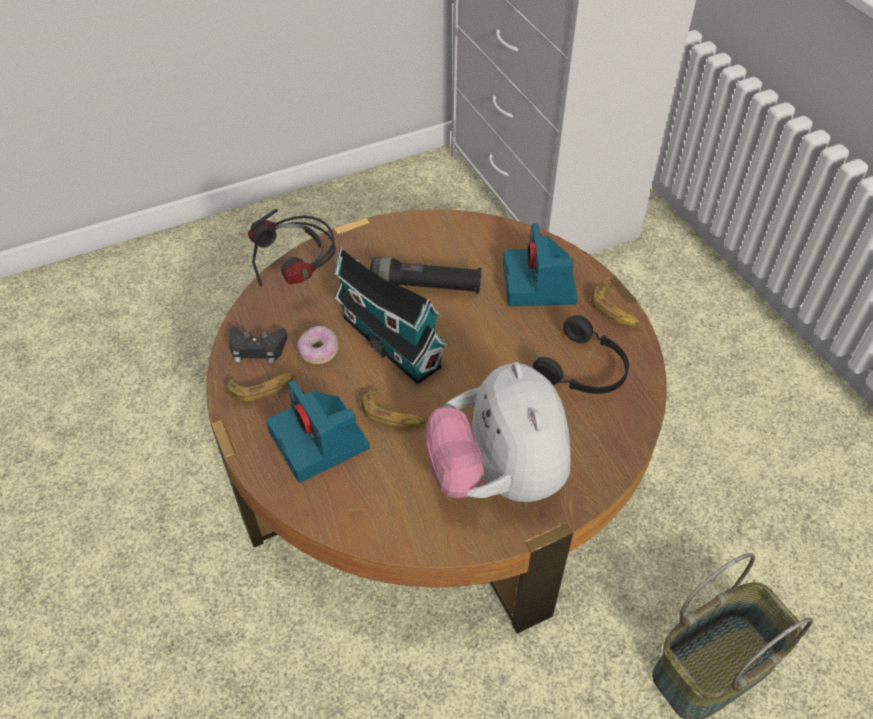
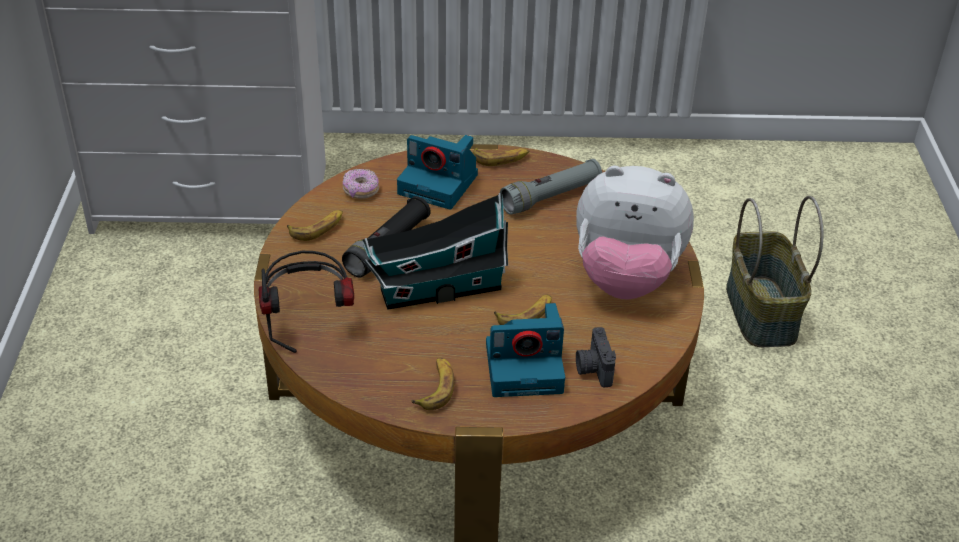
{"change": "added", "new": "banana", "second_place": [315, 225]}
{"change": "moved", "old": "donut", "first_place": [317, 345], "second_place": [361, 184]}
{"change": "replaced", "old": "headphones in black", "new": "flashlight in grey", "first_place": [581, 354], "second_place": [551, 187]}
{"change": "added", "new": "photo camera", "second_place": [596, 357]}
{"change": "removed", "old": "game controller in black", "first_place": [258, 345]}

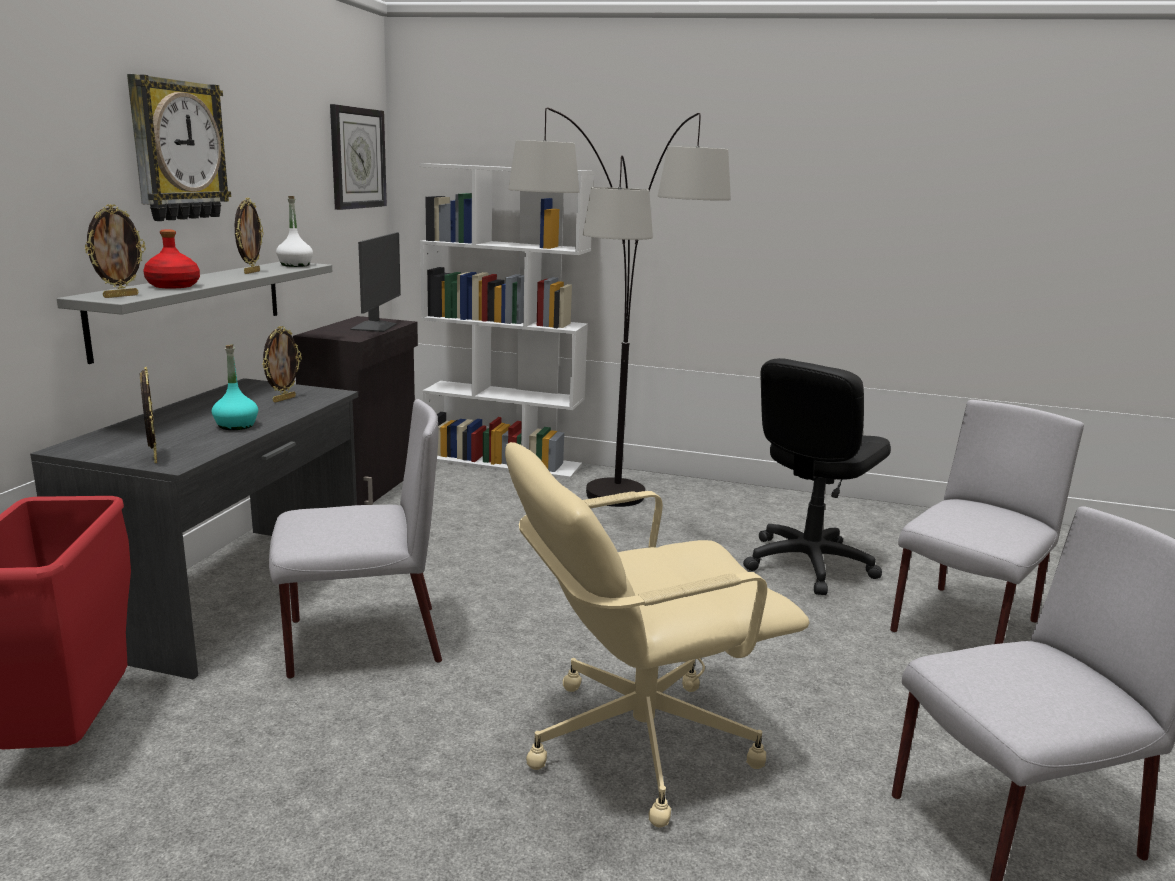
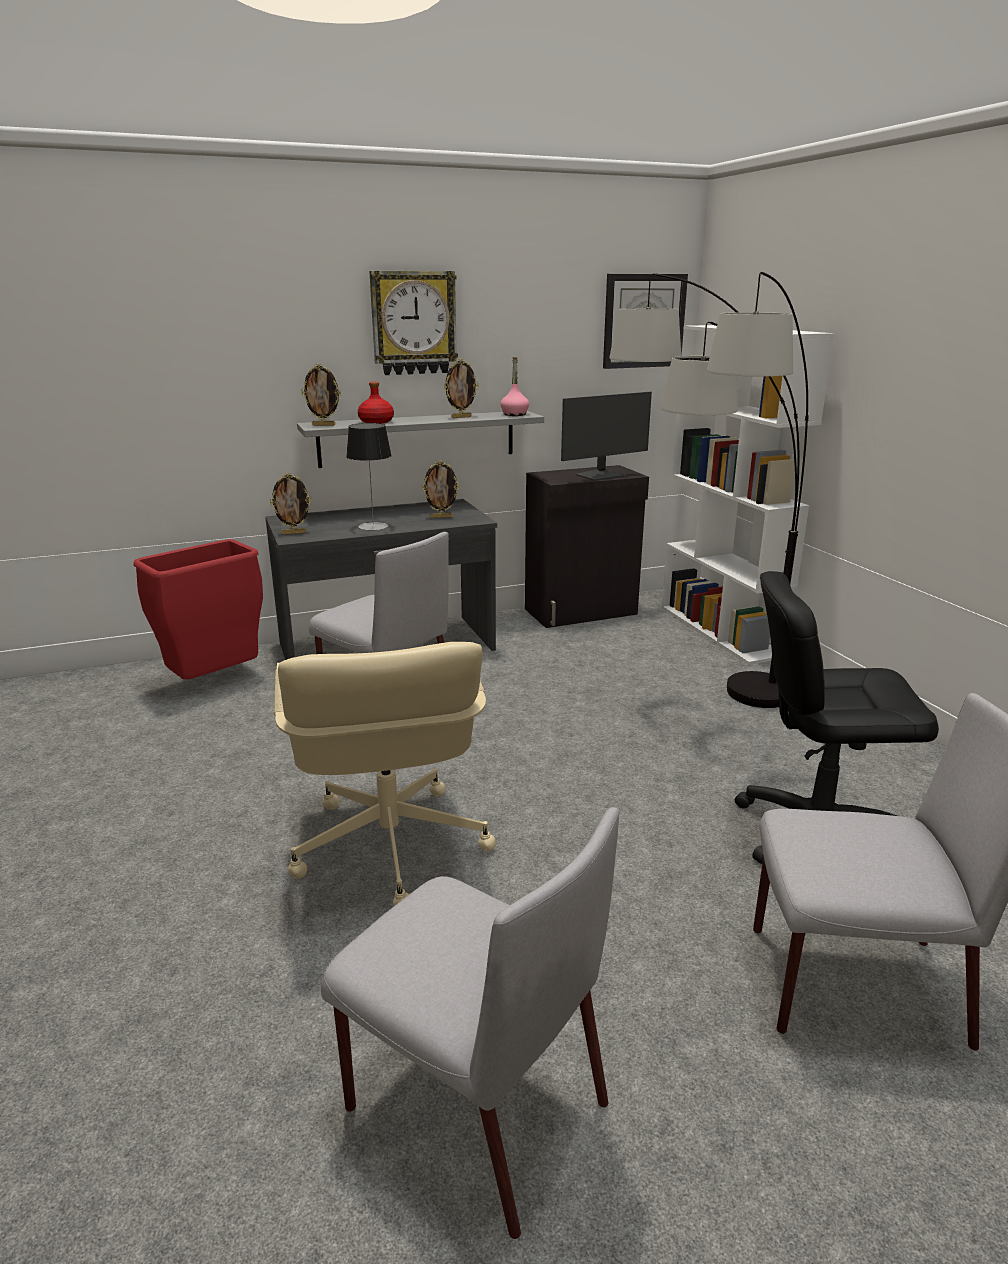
{"change": "turned", "old": "picture frame", "first_place": [148, 414], "second_place": [291, 504], "degrees": 45}
{"change": "turned", "old": "office chair in beige", "first_place": [657, 634], "second_place": [385, 774], "degrees": -135}
{"change": "replaced", "old": "bottle in turquoise", "new": "table lamp", "first_place": [235, 387], "second_place": [369, 476]}
{"change": "recoloured", "old": "bottle in white", "new": "bottle in pink", "first_place": [294, 231], "second_place": [515, 386]}

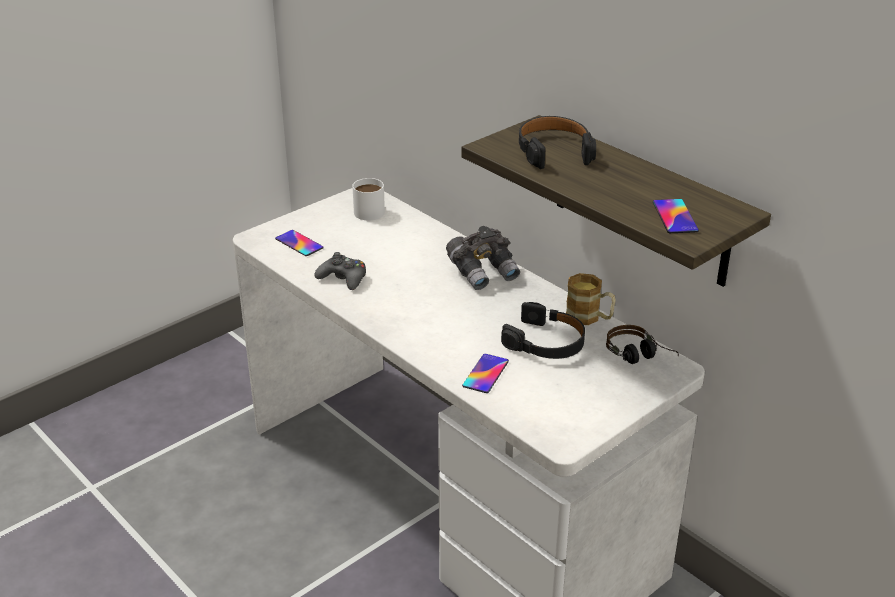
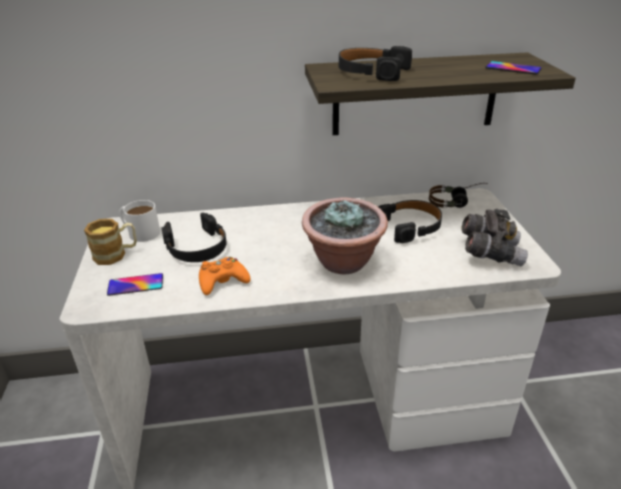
{"change": "moved", "old": "mug", "first_place": [591, 299], "second_place": [110, 242]}
{"change": "added", "new": "headphones in black", "second_place": [194, 237]}
{"change": "recoloured", "old": "game controller in black", "new": "game controller in orange", "first_place": [340, 271], "second_place": [225, 276]}
{"change": "added", "new": "potted plant", "second_place": [345, 235]}
{"change": "moved", "old": "binoculars in grey", "first_place": [483, 258], "second_place": [495, 237]}
{"change": "removed", "old": "phone", "first_place": [485, 373]}

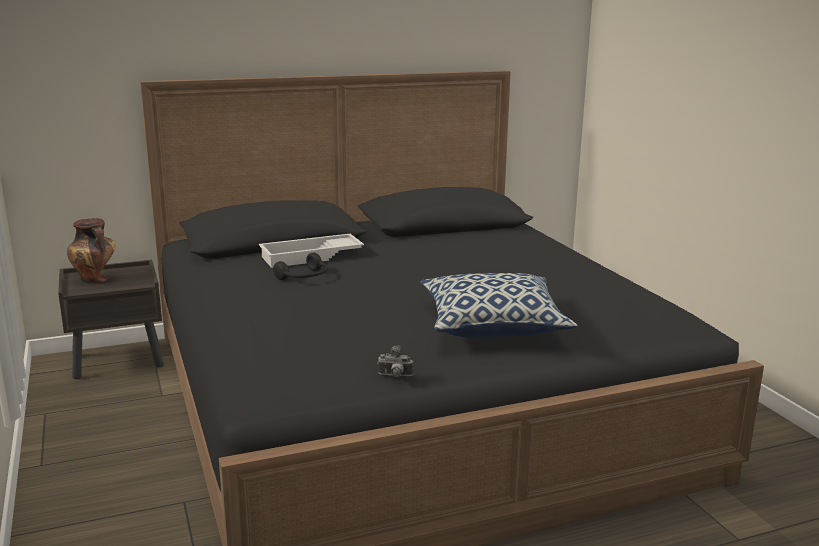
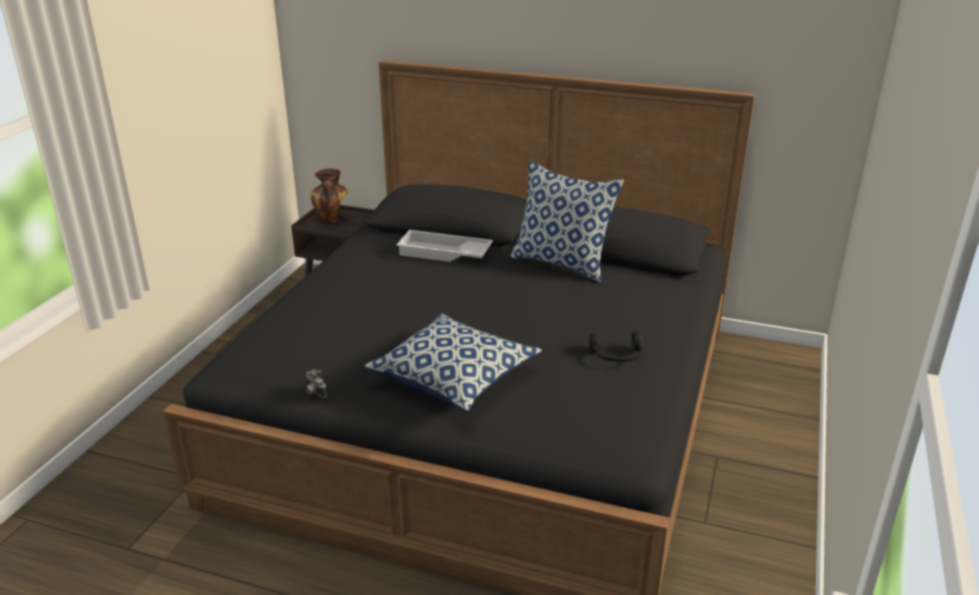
{"change": "added", "new": "pillow", "second_place": [567, 221]}
{"change": "moved", "old": "headphones in black", "first_place": [300, 266], "second_place": [616, 346]}

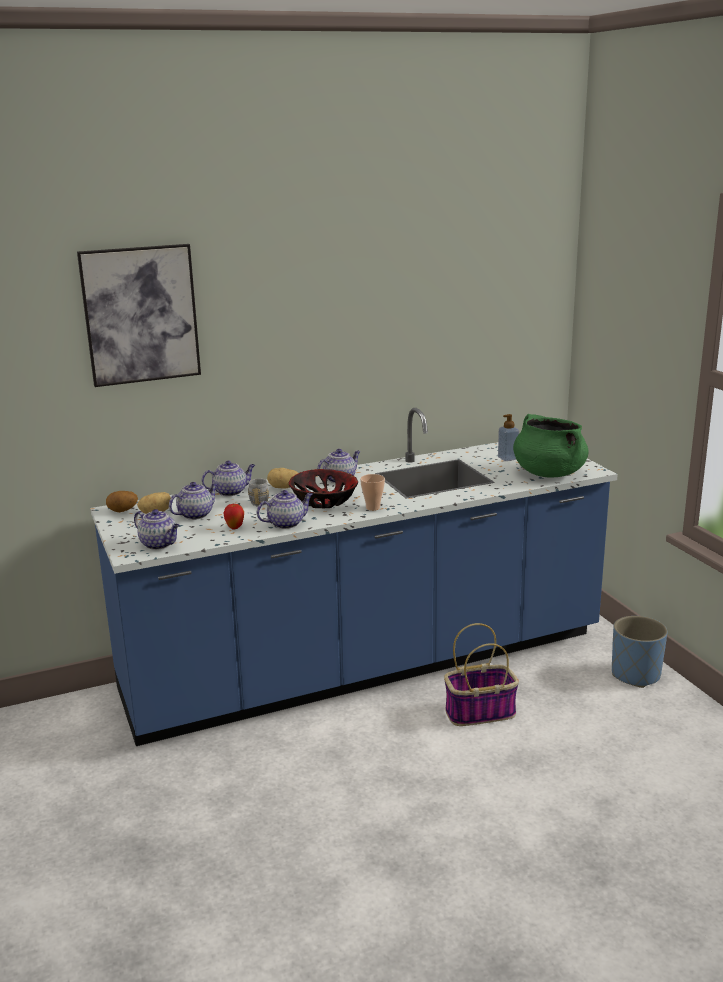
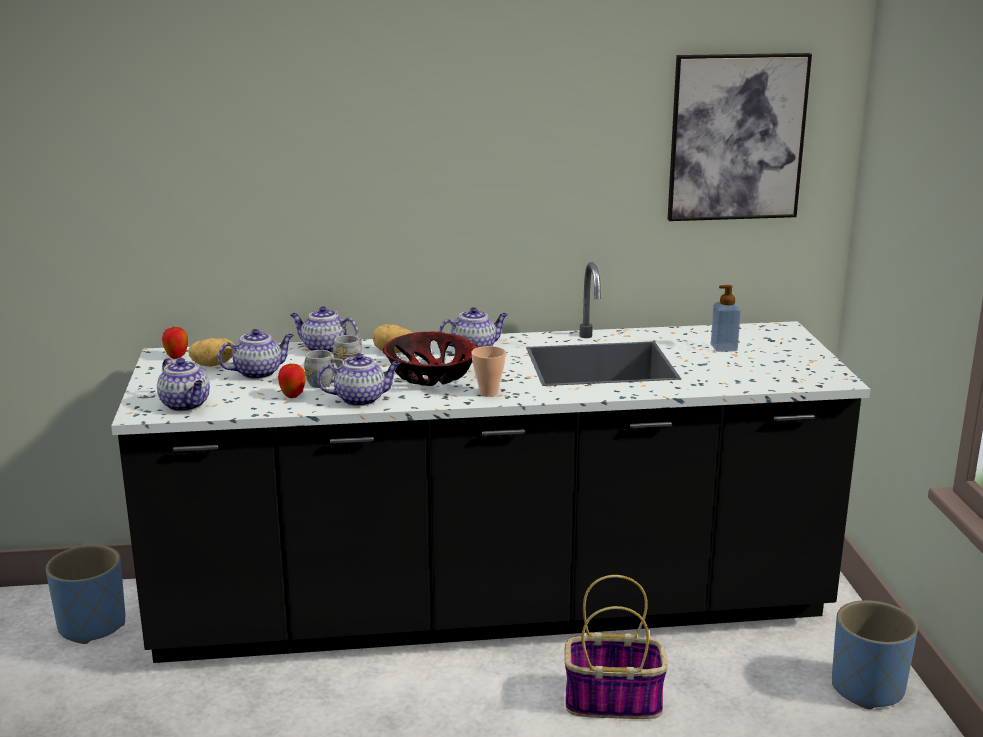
{"change": "added", "new": "planter in blue", "second_place": [85, 594]}
{"change": "recoloured", "old": "counter in blue", "new": "counter in black", "first_place": [354, 577], "second_place": [490, 462]}
{"change": "replaced", "old": "potato", "new": "apple", "first_place": [122, 501], "second_place": [175, 342]}
{"change": "turned", "old": "teapot", "first_place": [228, 478], "second_place": [324, 329], "degrees": -150}
{"change": "added", "new": "mug in grey", "second_place": [324, 369]}
{"change": "moved", "old": "picture", "first_place": [139, 315], "second_place": [740, 137]}
{"change": "removed", "old": "cooking pot in green", "first_place": [551, 446]}

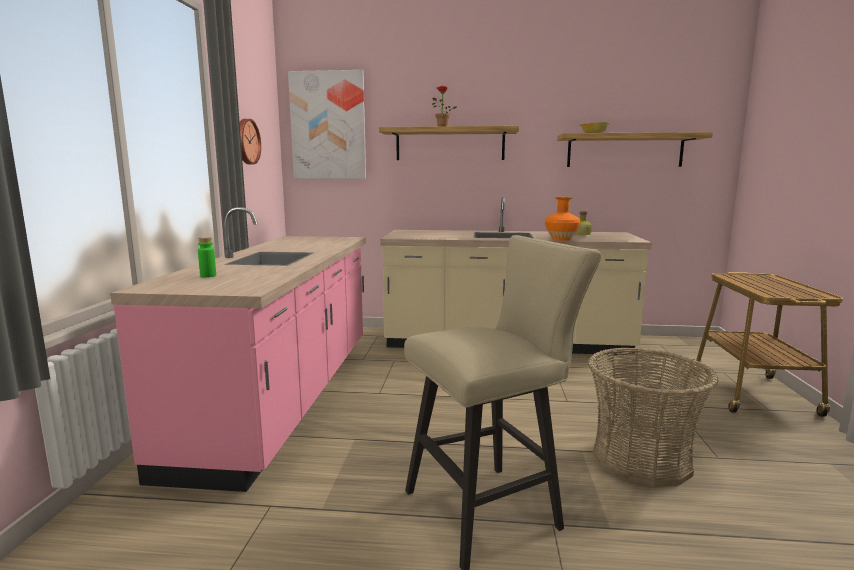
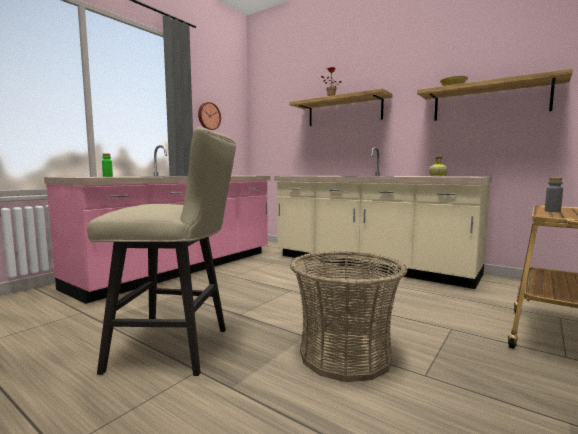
{"change": "added", "new": "bottle in grey", "second_place": [554, 195]}
{"change": "removed", "old": "picture", "first_place": [327, 124]}
{"change": "removed", "old": "vase in orange", "first_place": [562, 219]}

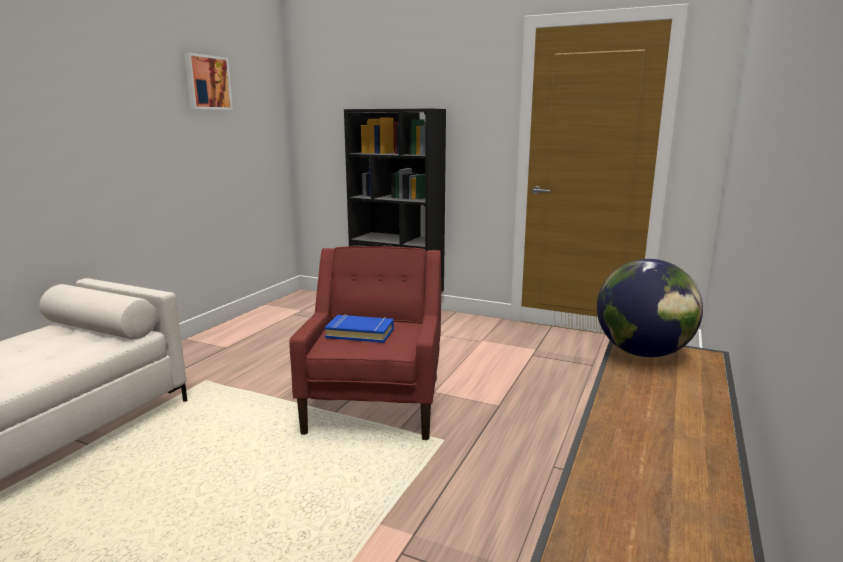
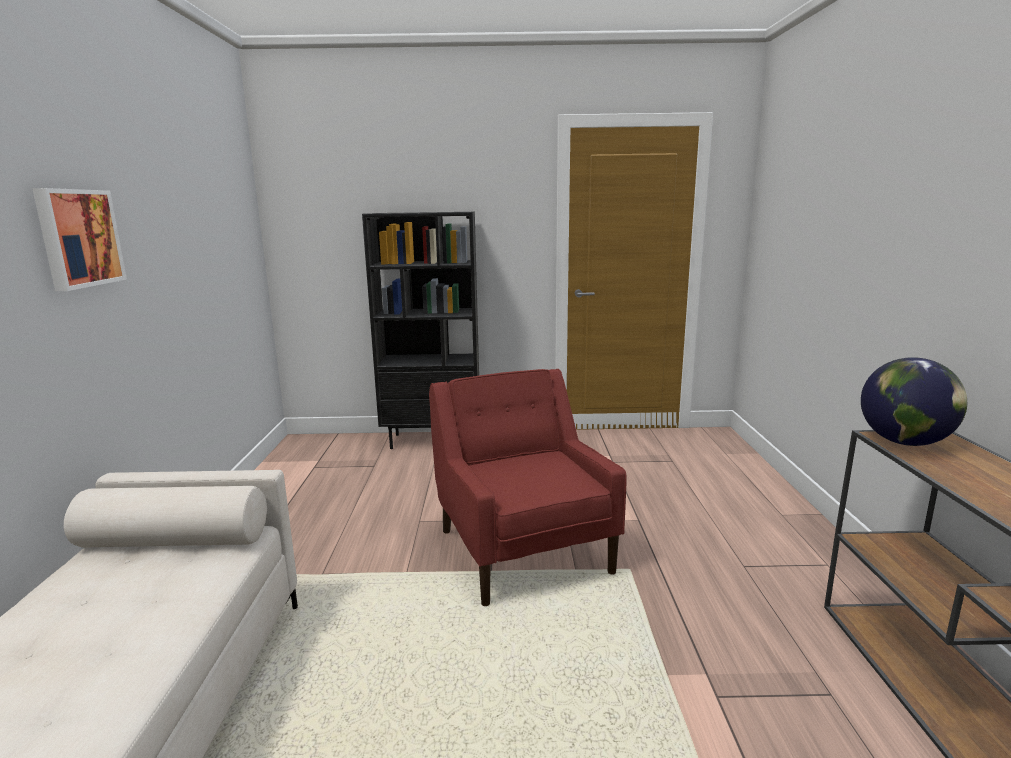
{"change": "moved", "old": "picture", "first_place": [208, 81], "second_place": [79, 239]}
{"change": "removed", "old": "book in blue", "first_place": [359, 329]}

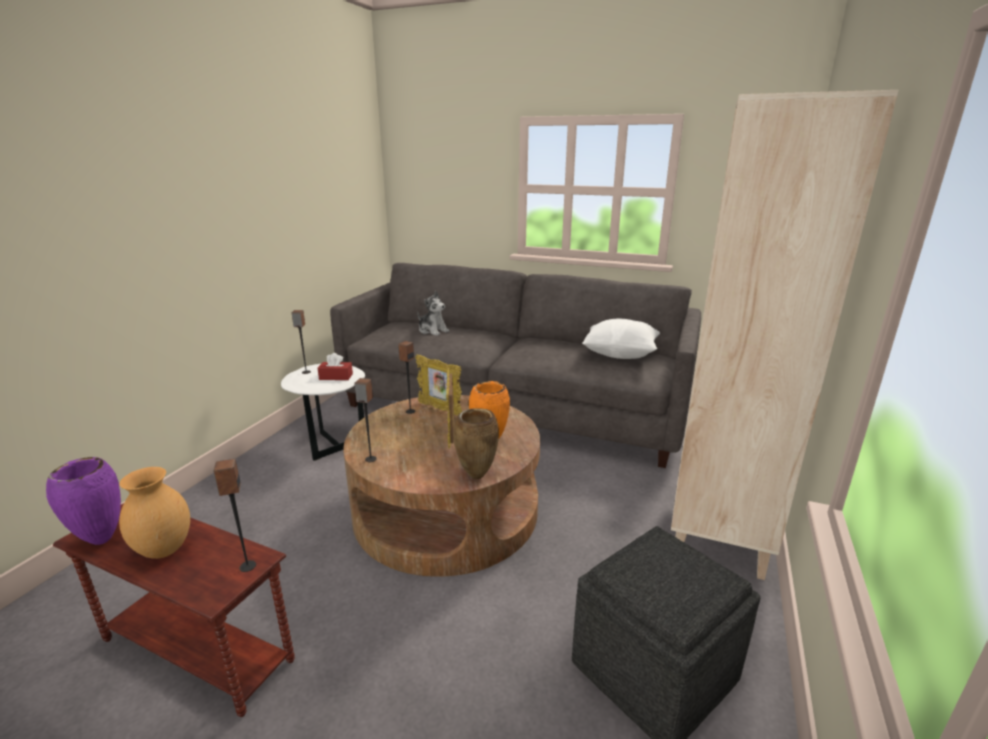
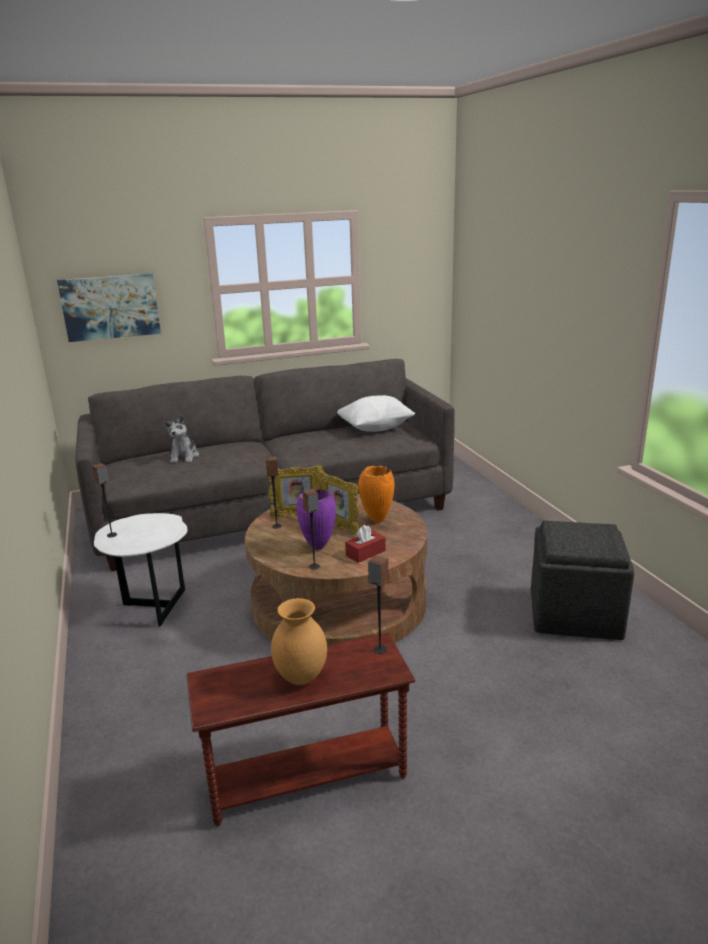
{"change": "added", "new": "picture", "second_place": [109, 308]}
{"change": "turned", "old": "plush toy", "first_place": [433, 313], "second_place": [181, 438], "degrees": 90}
{"change": "moved", "old": "vase in purple", "first_place": [83, 501], "second_place": [316, 519]}
{"change": "moved", "old": "tissue box in red", "first_place": [335, 366], "second_place": [365, 544]}
{"change": "removed", "old": "vase in brown", "first_place": [476, 443]}
{"change": "removed", "old": "bookcase in beige", "first_place": [785, 335]}

